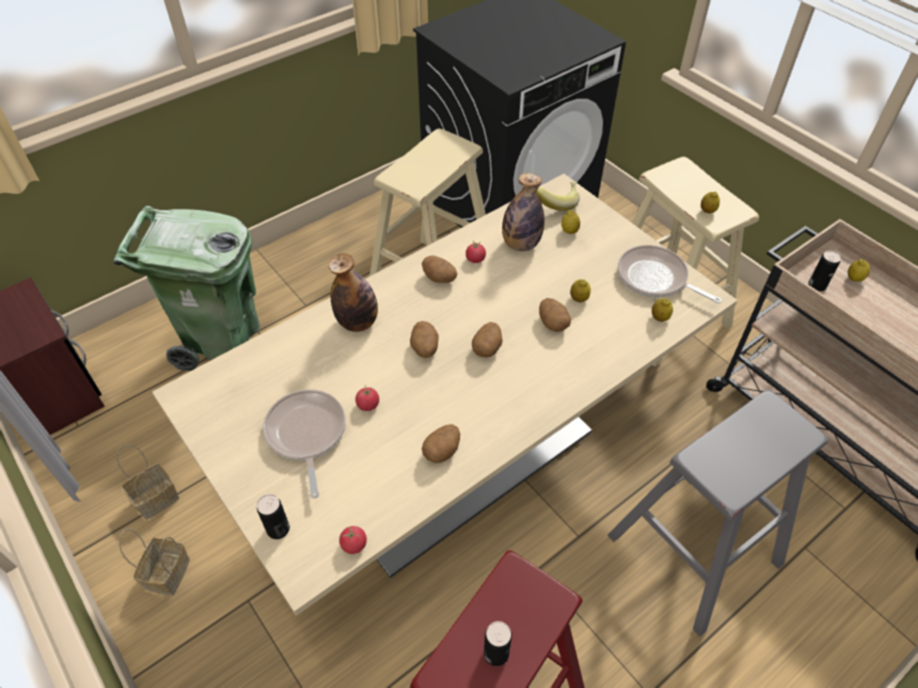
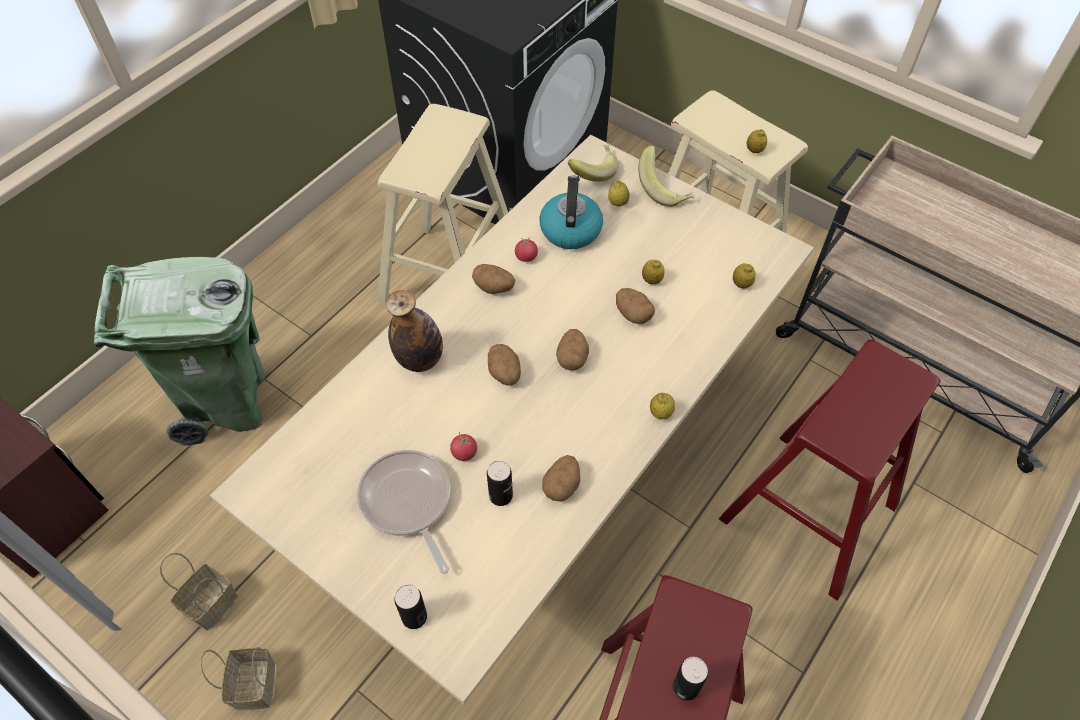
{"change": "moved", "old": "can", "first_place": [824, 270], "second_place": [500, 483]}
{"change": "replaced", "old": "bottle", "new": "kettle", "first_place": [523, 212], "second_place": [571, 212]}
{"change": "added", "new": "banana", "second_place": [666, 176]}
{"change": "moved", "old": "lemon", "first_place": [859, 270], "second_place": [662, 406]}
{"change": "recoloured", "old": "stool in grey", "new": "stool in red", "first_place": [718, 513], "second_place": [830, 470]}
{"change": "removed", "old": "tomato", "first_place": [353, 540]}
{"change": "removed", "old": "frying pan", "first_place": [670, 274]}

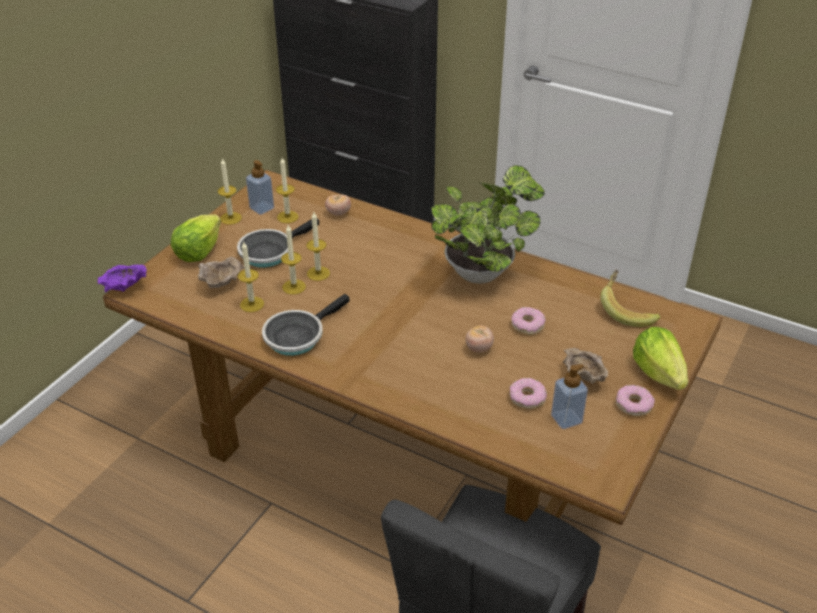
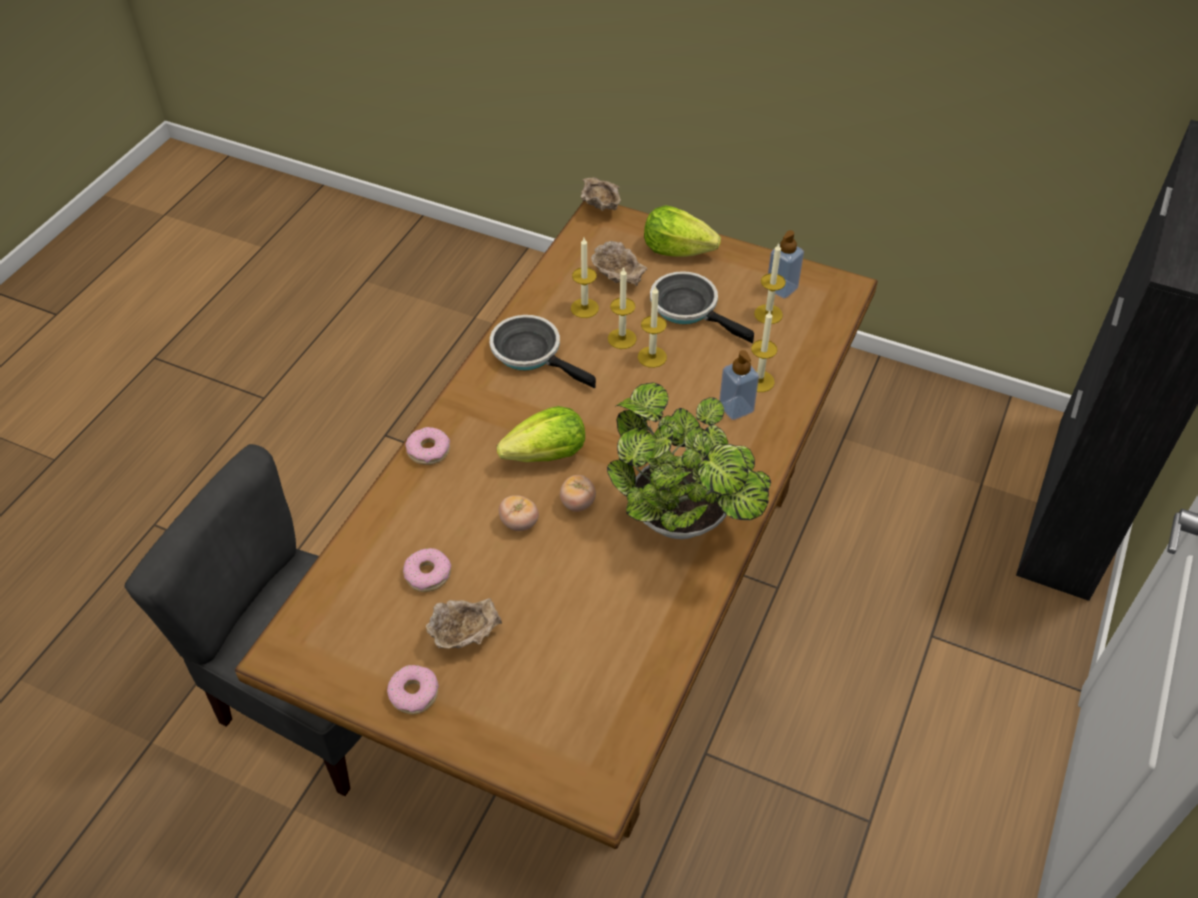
{"change": "moved", "old": "donut", "first_place": [528, 321], "second_place": [428, 446]}
{"change": "moved", "old": "lettuce", "first_place": [660, 358], "second_place": [541, 434]}
{"change": "moved", "old": "tomato", "first_place": [338, 205], "second_place": [578, 493]}
{"change": "recoloured", "old": "bowl in purple", "new": "bowl in beige", "first_place": [122, 278], "second_place": [601, 194]}
{"change": "moved", "old": "soap dispenser", "first_place": [569, 396], "second_place": [739, 385]}
{"change": "moved", "old": "candle", "first_place": [230, 191], "second_place": [764, 351]}
{"change": "removed", "old": "banana", "first_place": [630, 298]}

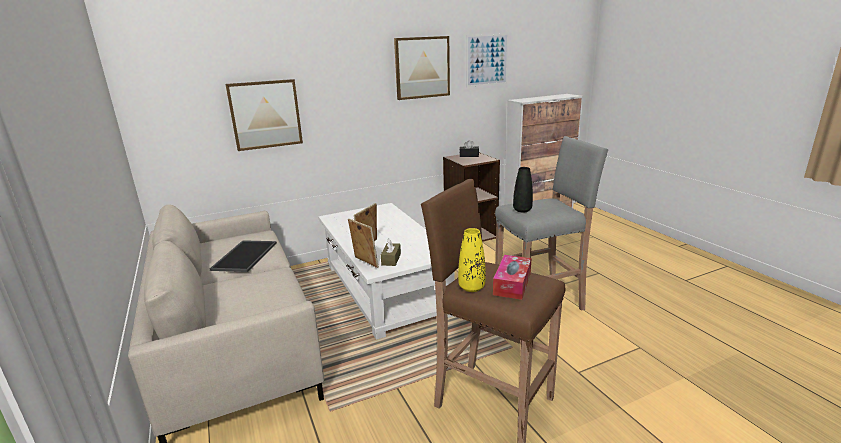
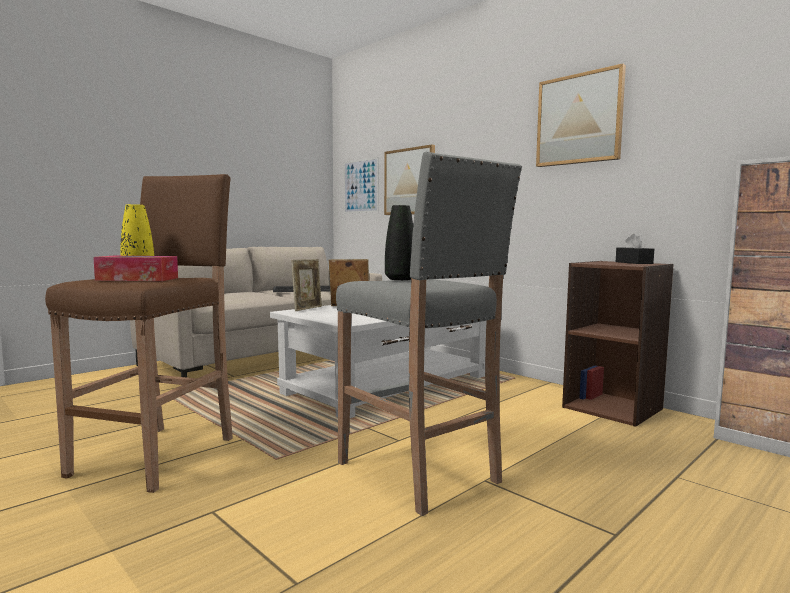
{"change": "moved", "old": "picture", "first_place": [487, 60], "second_place": [361, 185]}
{"change": "removed", "old": "tissue box in brown", "first_place": [391, 252]}

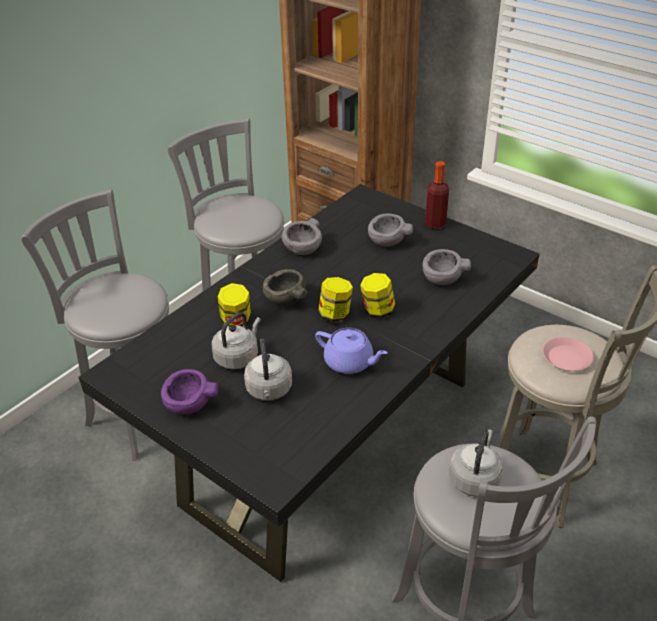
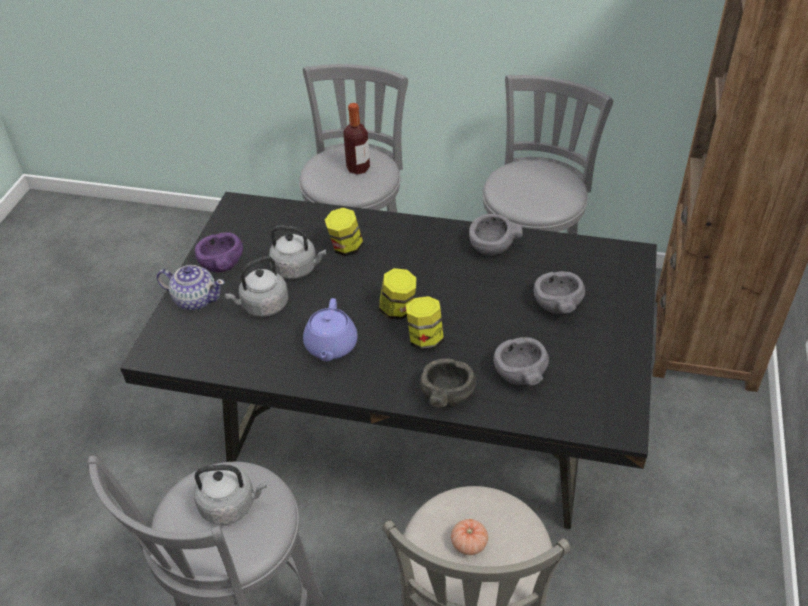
{"change": "added", "new": "teapot", "second_place": [191, 288]}
{"change": "moved", "old": "bottle", "first_place": [437, 195], "second_place": [356, 139]}
{"change": "moved", "old": "bowl in grey", "first_place": [285, 287], "second_place": [448, 383]}
{"change": "replaced", "old": "plate in pink", "new": "tomato", "first_place": [568, 354], "second_place": [469, 537]}

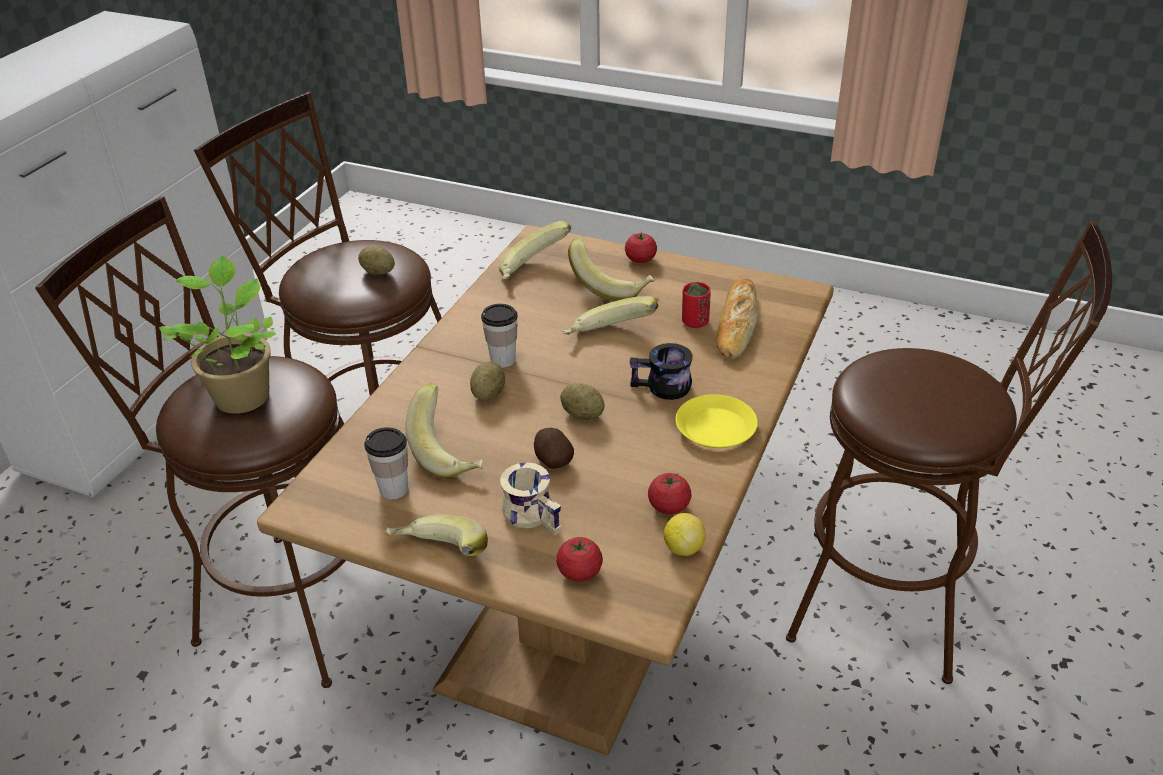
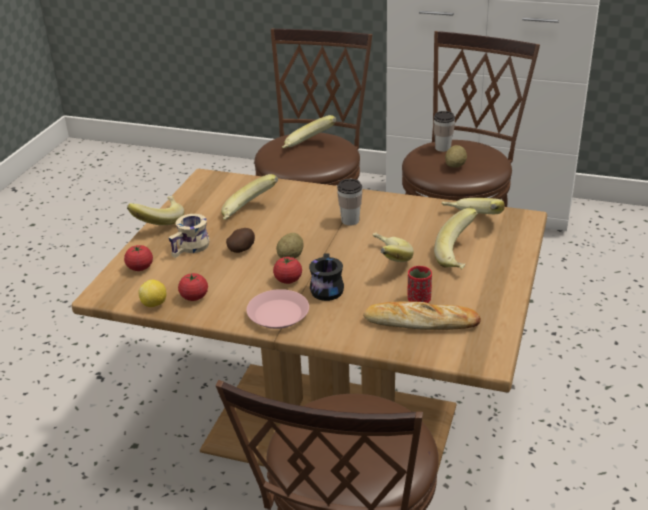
{"change": "recoloured", "old": "plate in yellow", "new": "plate in pink", "first_place": [717, 421], "second_place": [277, 309]}
{"change": "moved", "old": "tomato", "first_place": [641, 247], "second_place": [287, 270]}
{"change": "replaced", "old": "potted plant", "new": "banana", "first_place": [217, 335], "second_place": [309, 131]}
{"change": "moved", "old": "cup", "first_place": [386, 463], "second_place": [444, 131]}
{"change": "removed", "old": "potato", "first_place": [487, 381]}

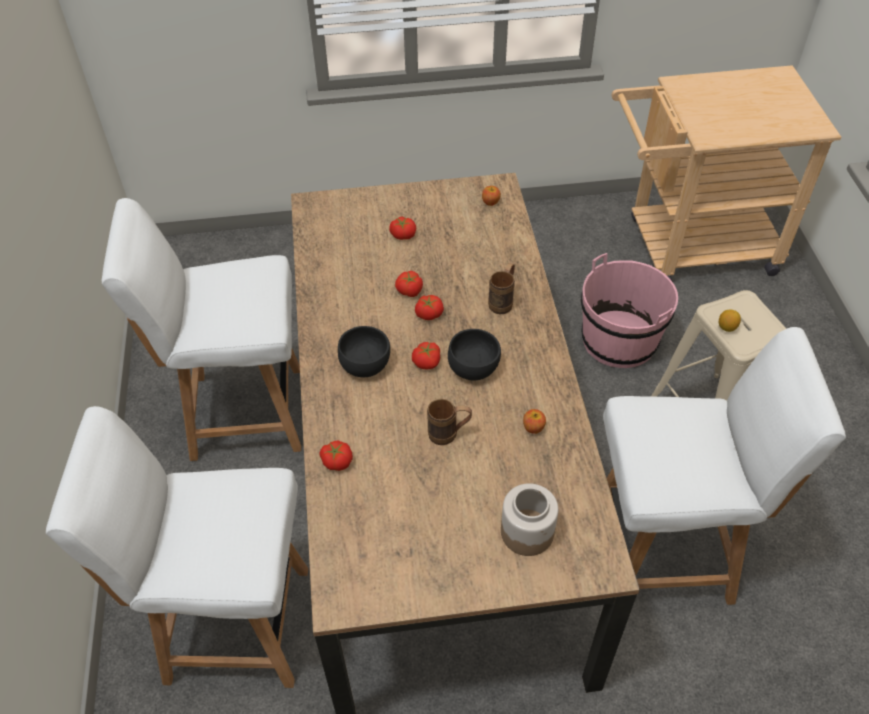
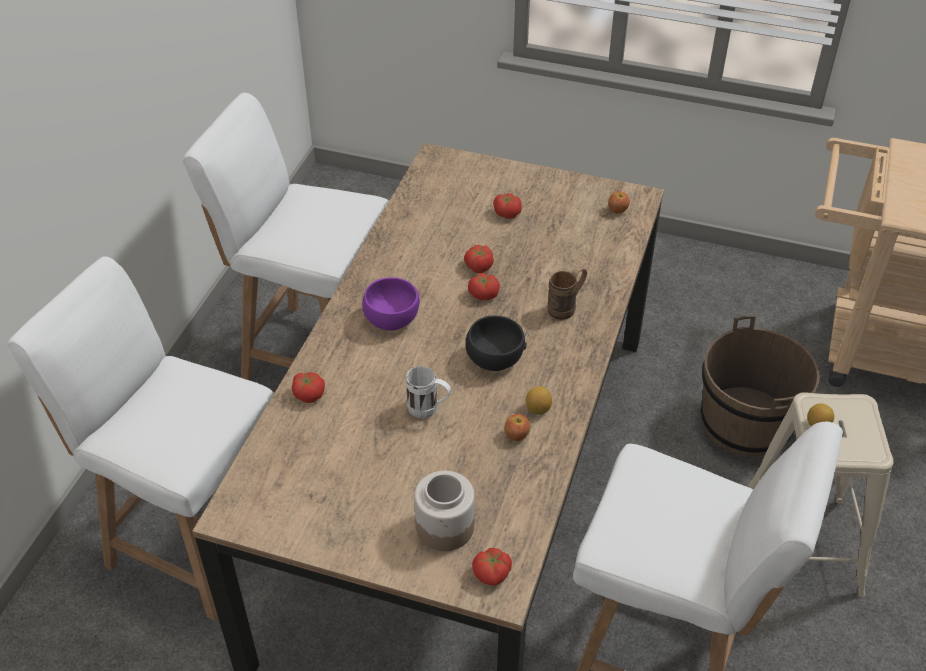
{"change": "recoloured", "old": "bowl in black", "new": "bowl in purple", "first_place": [364, 351], "second_place": [391, 303]}
{"change": "recoloured", "old": "mug in brown", "new": "mug in white", "first_place": [449, 422], "second_place": [428, 392]}
{"change": "moved", "old": "tomato", "first_place": [426, 355], "second_place": [492, 567]}
{"change": "added", "new": "lemon", "second_place": [539, 400]}
{"change": "recoloured", "old": "bucket in pink", "new": "bucket in brown", "first_place": [629, 310], "second_place": [760, 386]}

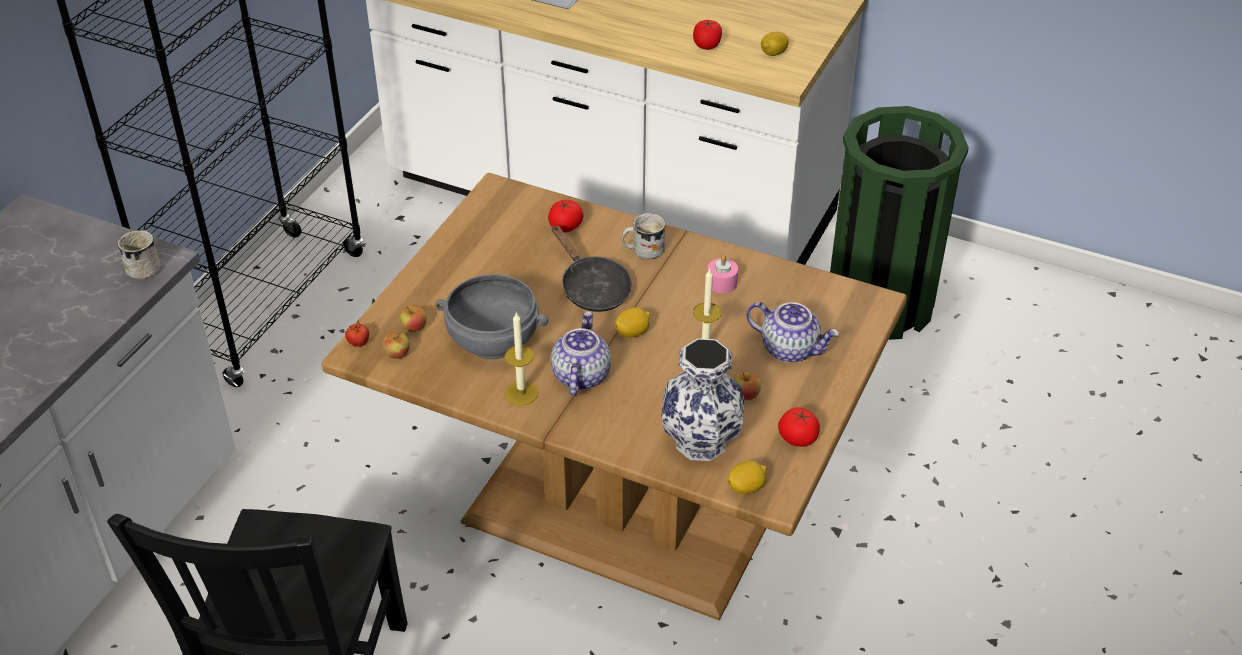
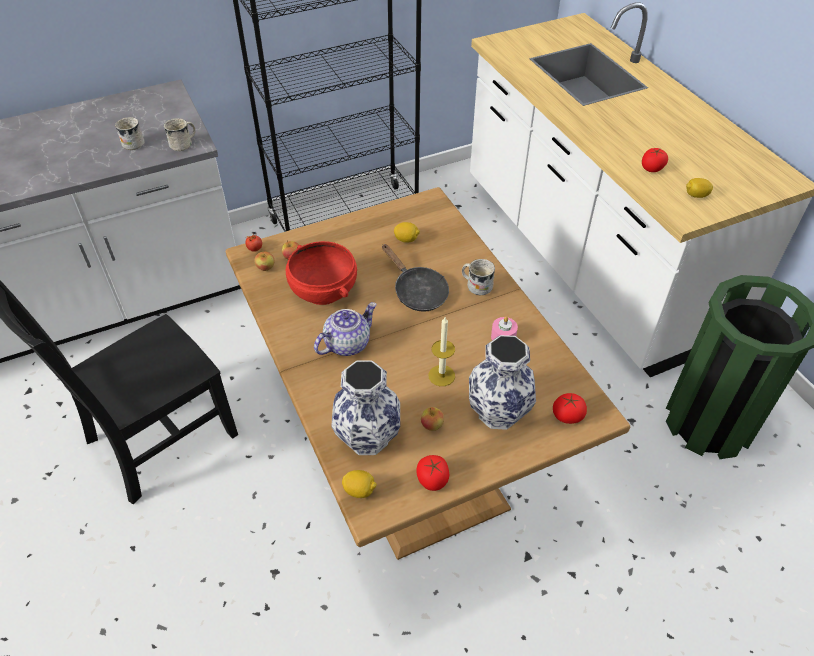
{"change": "added", "new": "mug in white", "second_place": [130, 133]}
{"change": "recoloured", "old": "bowl in grey", "new": "bowl in red", "first_place": [491, 316], "second_place": [321, 273]}
{"change": "turned", "old": "frying pan in black", "first_place": [592, 268], "second_place": [415, 278], "degrees": -45}
{"change": "moved", "old": "lemon", "first_place": [632, 322], "second_place": [407, 232]}
{"change": "replaced", "old": "teapot", "new": "vase", "first_place": [792, 332], "second_place": [502, 382]}
{"change": "moved", "old": "tomato", "first_place": [565, 216], "second_place": [570, 408]}
{"change": "removed", "old": "candle", "first_place": [521, 359]}

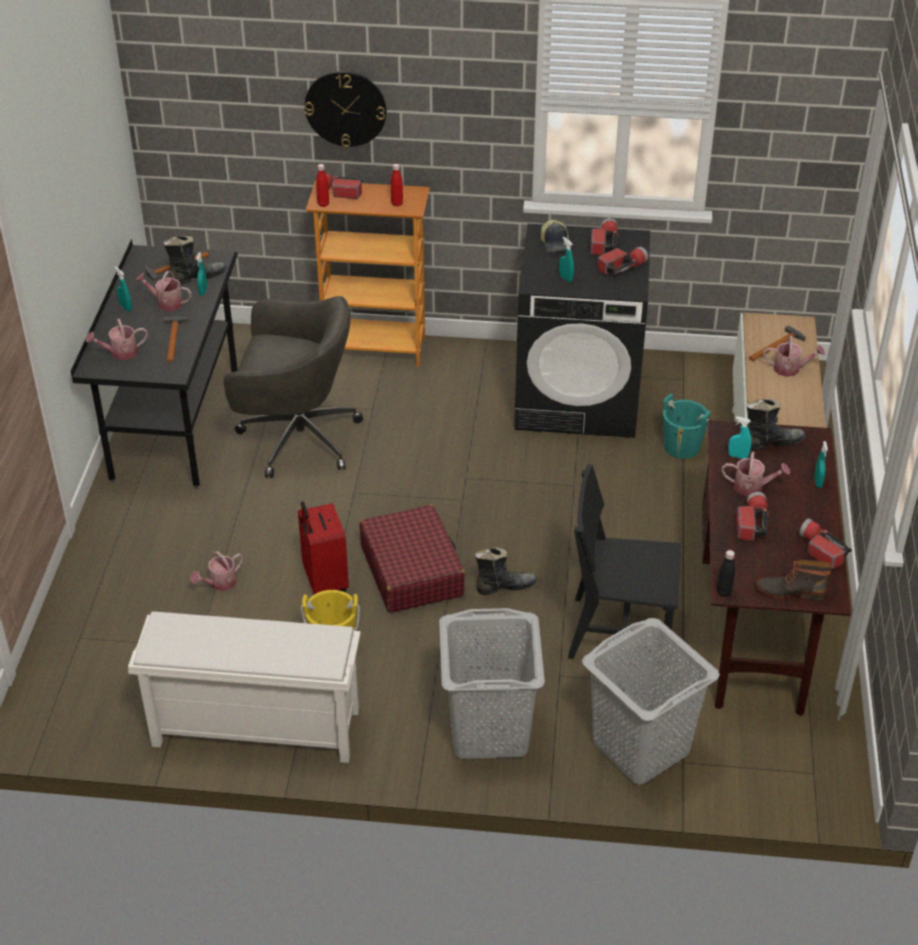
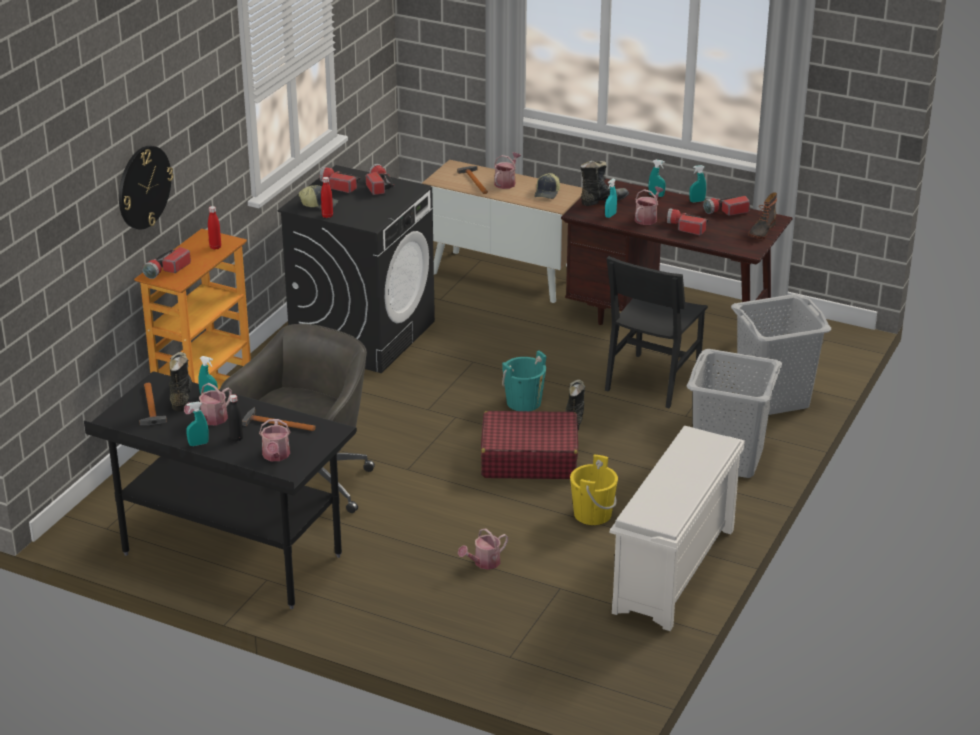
{"change": "moved", "old": "bottle in black", "first_place": [726, 573], "second_place": [235, 418]}
{"change": "moved", "old": "bottle in red", "first_place": [322, 185], "second_place": [327, 197]}
{"change": "turned", "old": "watering can", "first_place": [216, 571], "second_place": [483, 549], "degrees": 75}
{"change": "moved", "old": "bucket in turquoise", "first_place": [687, 426], "second_place": [524, 380]}
{"change": "added", "new": "cap", "second_place": [547, 186]}
{"change": "turned", "old": "boot in black", "first_place": [776, 424], "second_place": [604, 183], "degrees": 60}
{"change": "moved", "old": "spray bottle in turquoise", "first_place": [566, 259], "second_place": [697, 183]}
{"change": "removed", "old": "suitcase in red", "first_place": [323, 547]}

